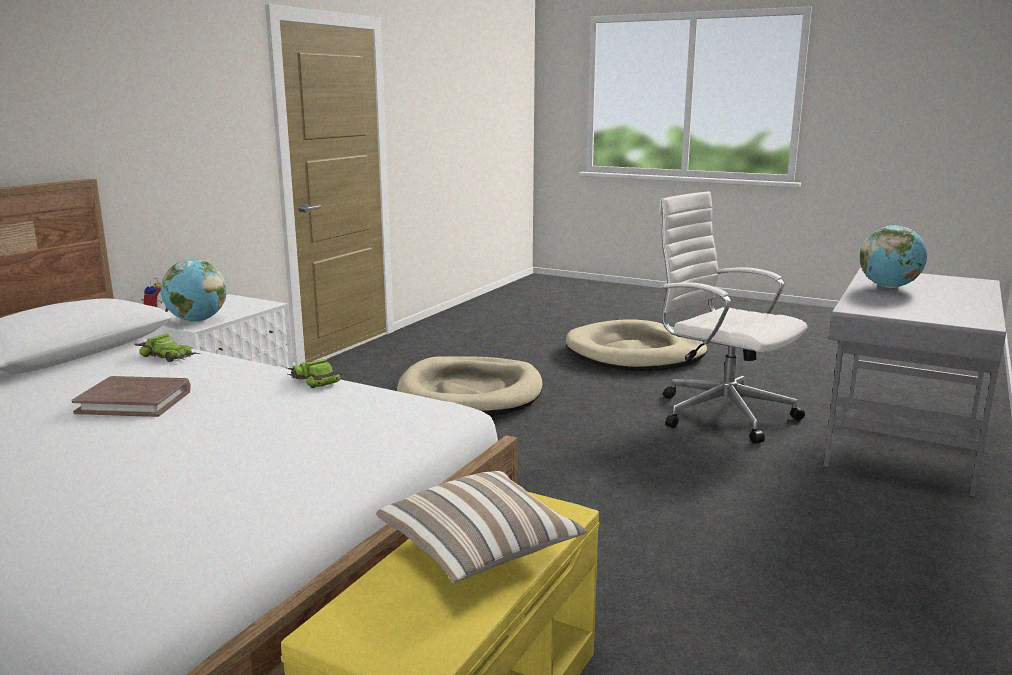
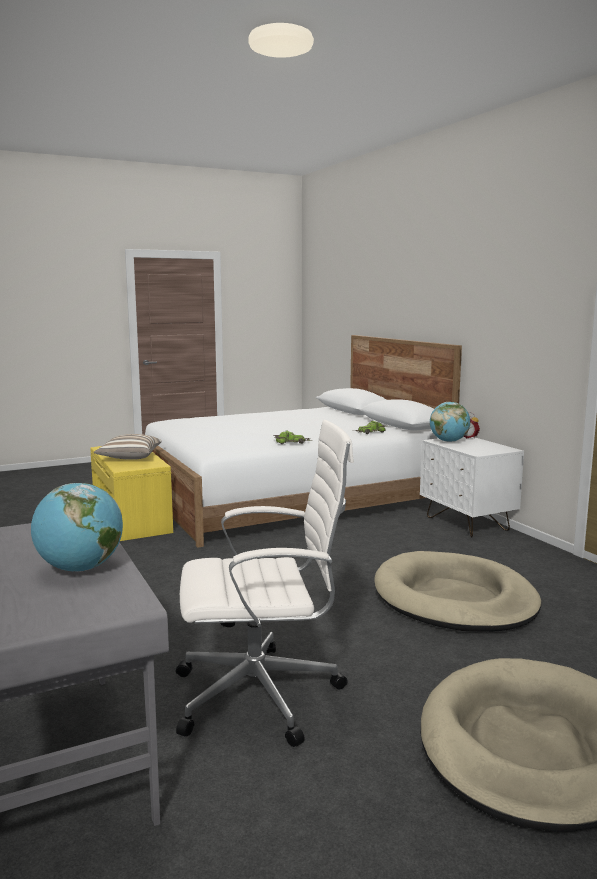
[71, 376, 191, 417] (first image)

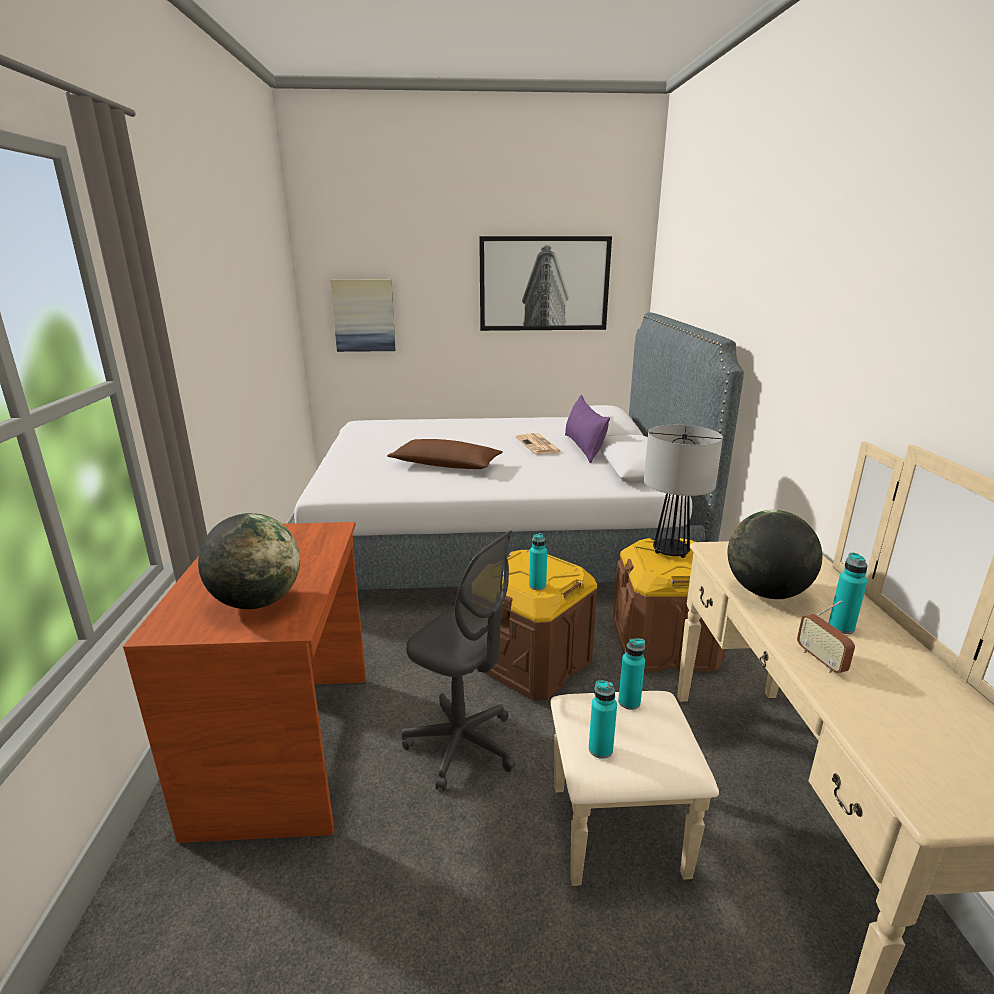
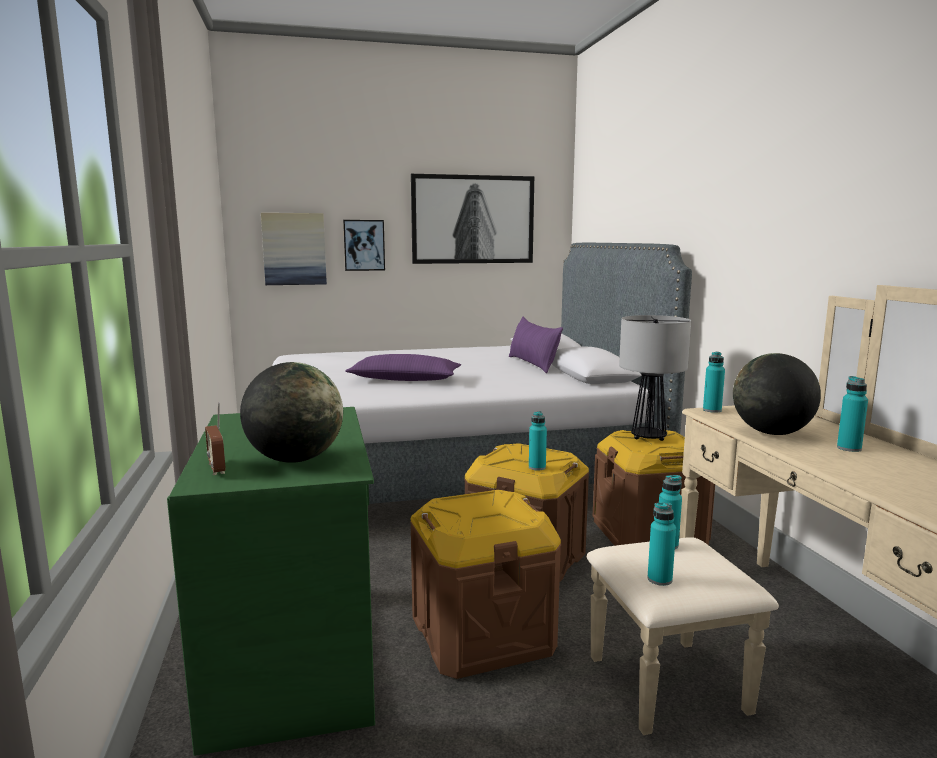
[167, 407, 375, 756]
[205, 402, 226, 475]
[343, 220, 385, 271]
[345, 354, 461, 381]
[410, 490, 561, 679]
[703, 352, 725, 413]
[515, 433, 562, 454] (first image)

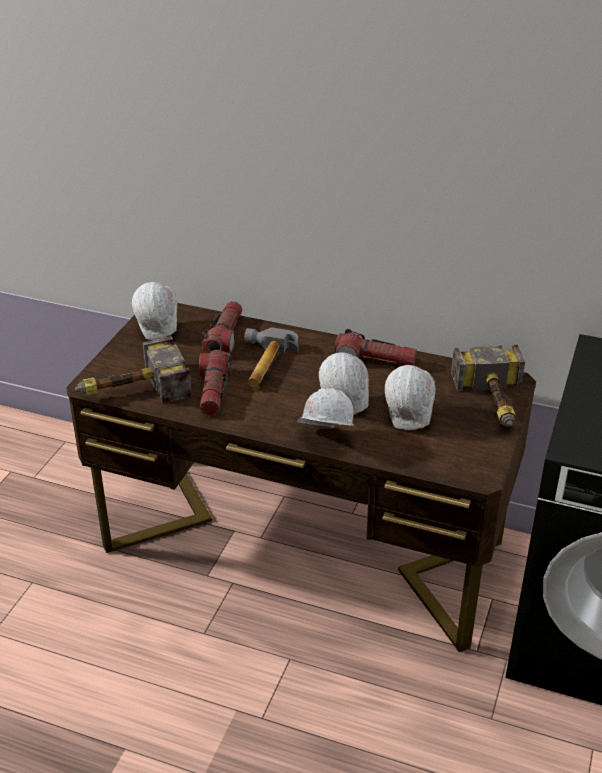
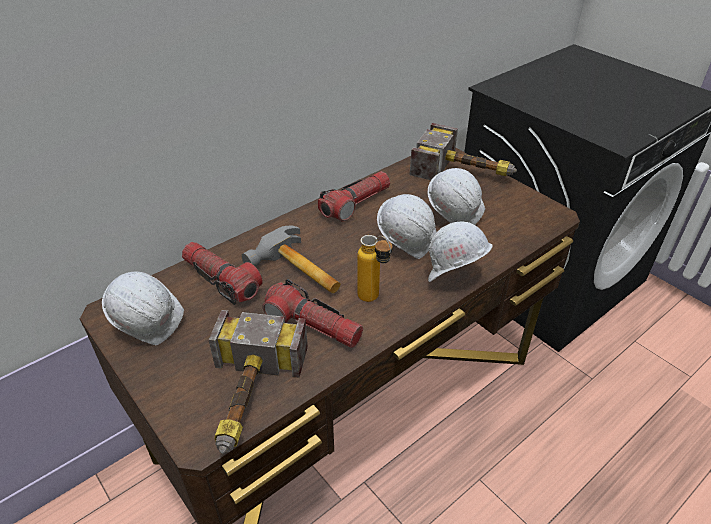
[357, 235, 392, 302]

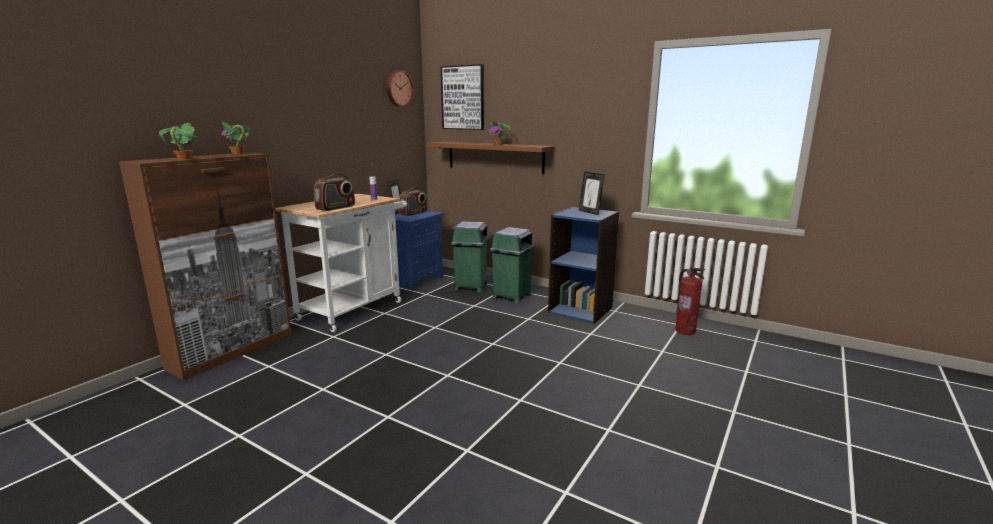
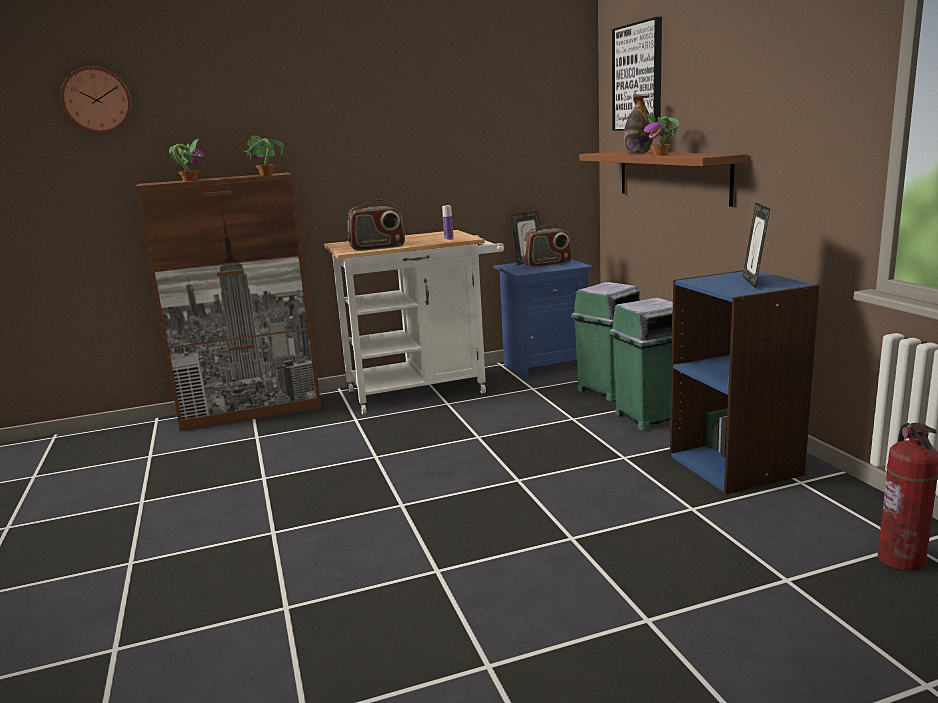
[61, 66, 132, 133]
[624, 94, 653, 154]

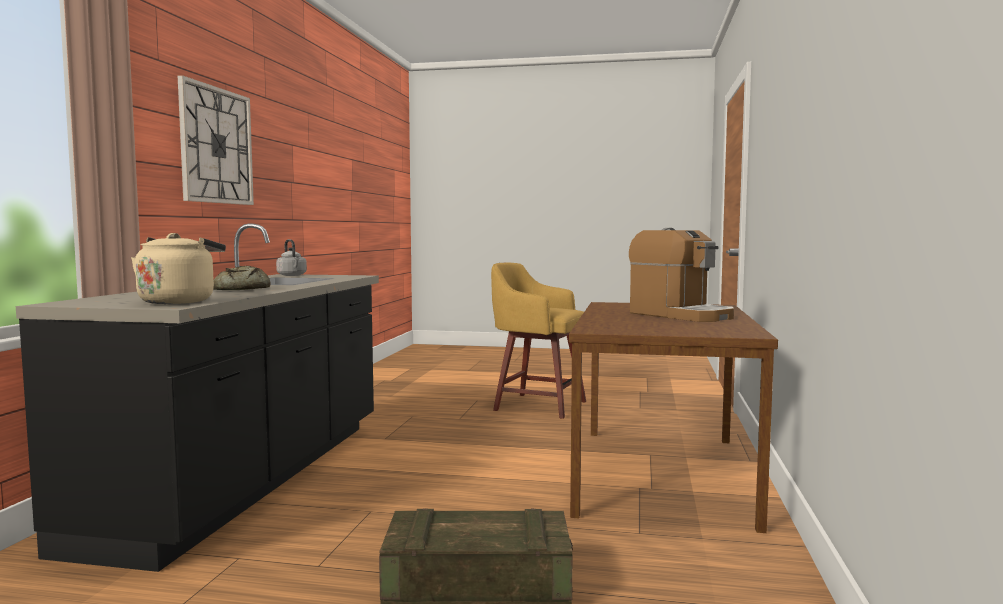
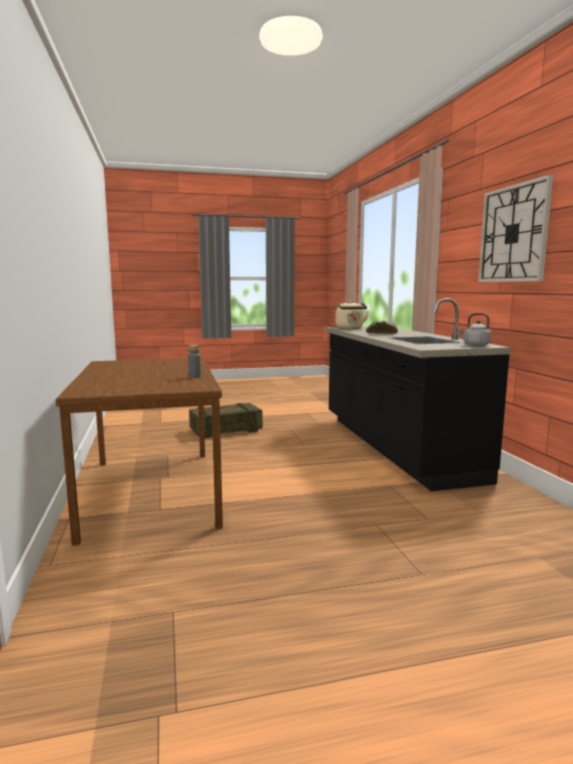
[188, 345, 201, 378]
[491, 263, 586, 419] (first image)
[629, 228, 734, 322] (first image)

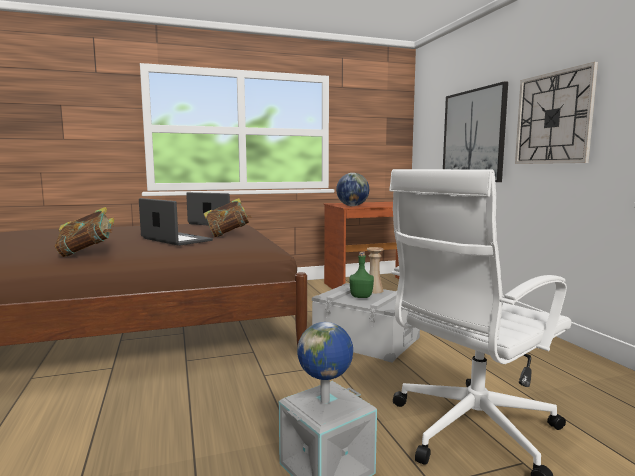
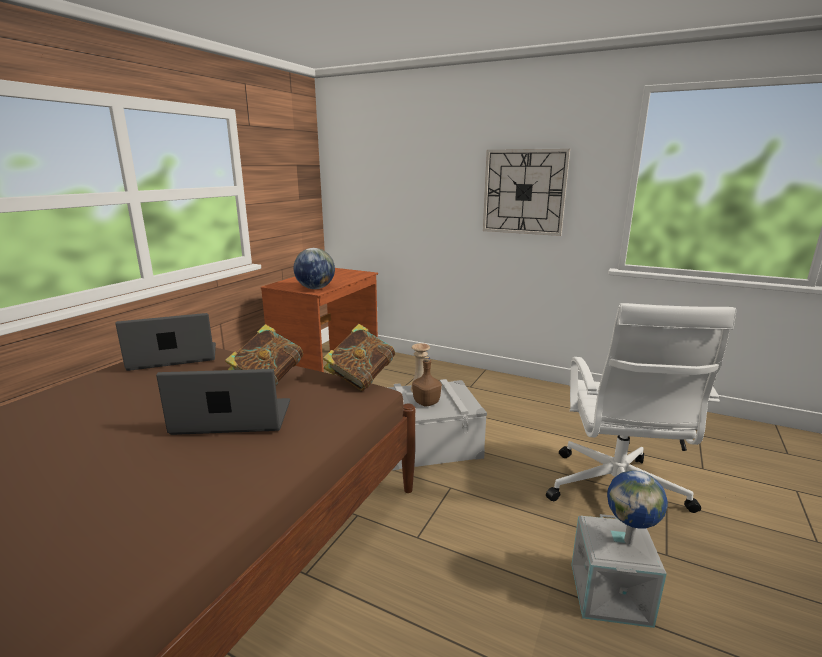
[323, 324, 395, 391]
[412, 356, 442, 407]
[443, 81, 508, 182] (first image)

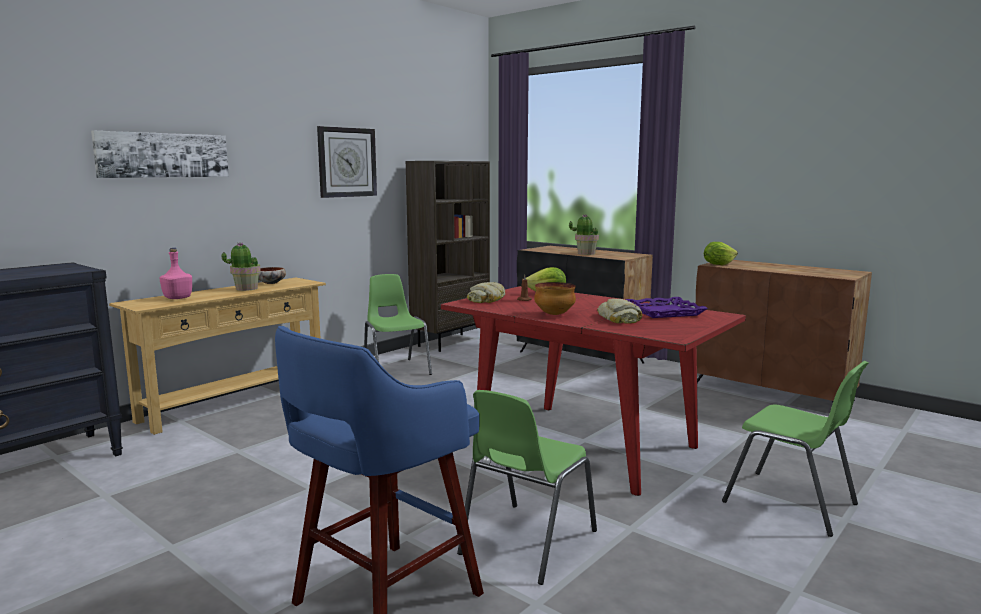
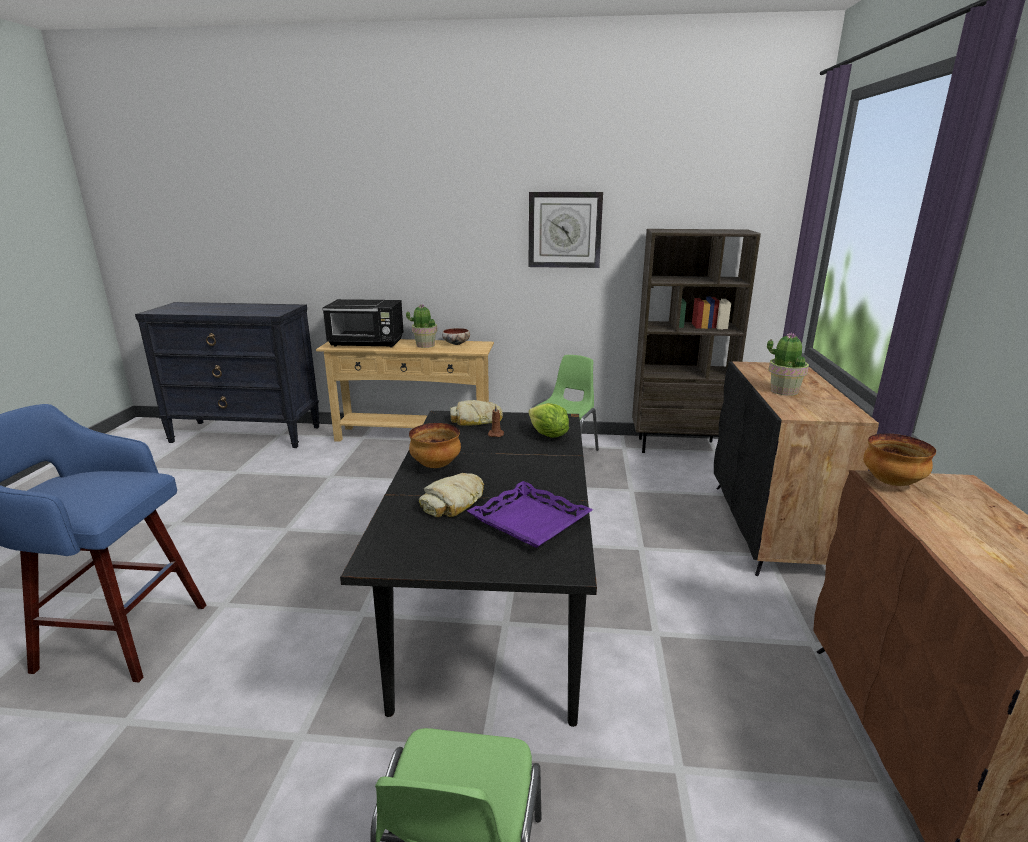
[322, 299, 404, 347]
[340, 411, 597, 727]
[863, 433, 936, 486]
[91, 131, 229, 178] (first image)
[457, 390, 597, 585] (first image)

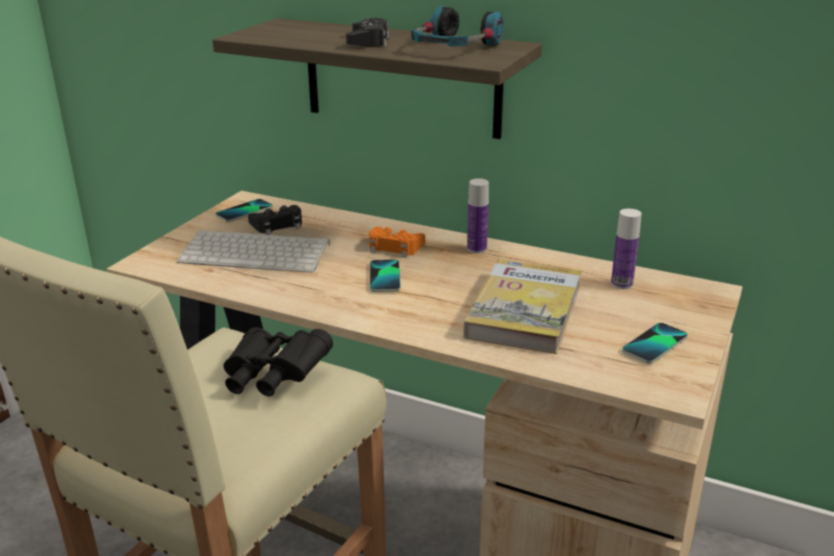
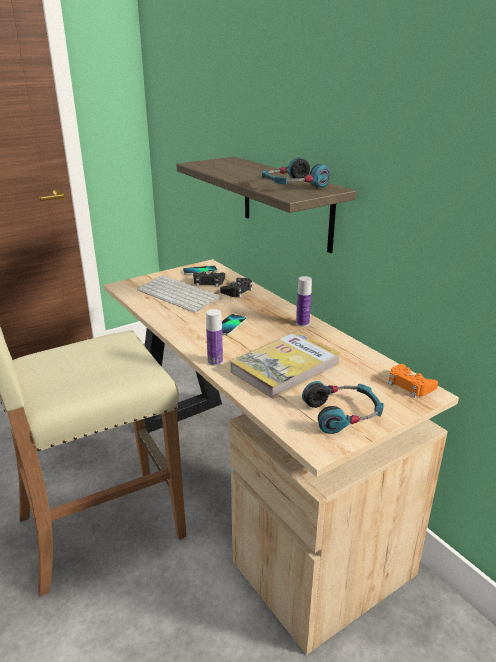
[206, 309, 223, 366]
[220, 278, 252, 298]
[302, 381, 384, 434]
[388, 364, 438, 398]
[223, 327, 333, 396] (first image)

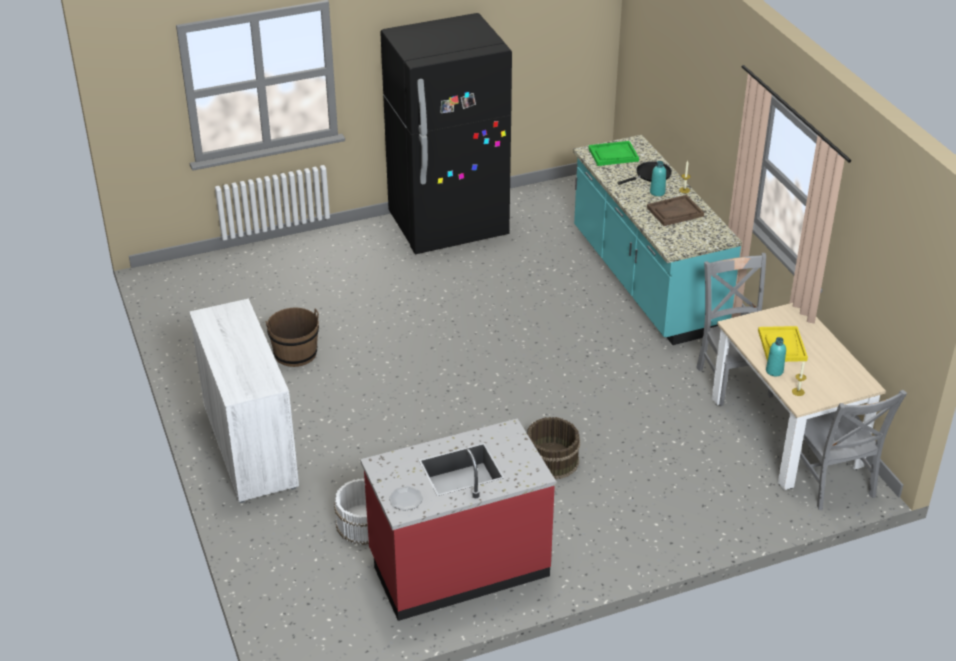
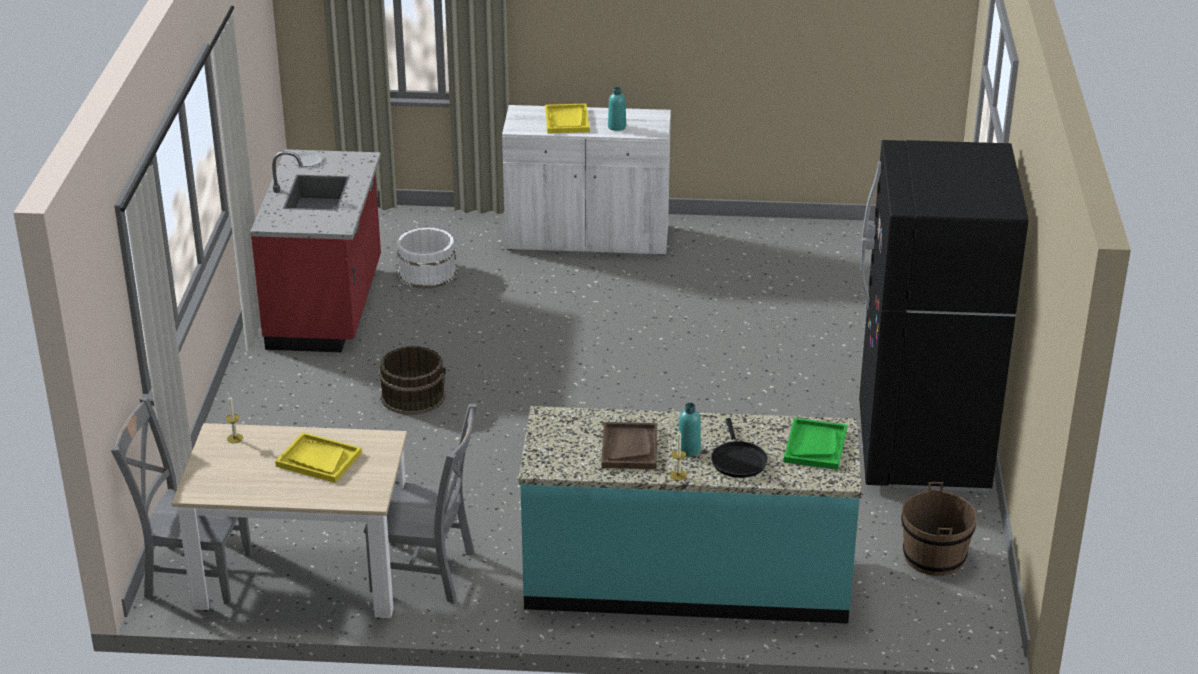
[545, 103, 590, 134]
[608, 87, 626, 131]
[901, 482, 977, 576]

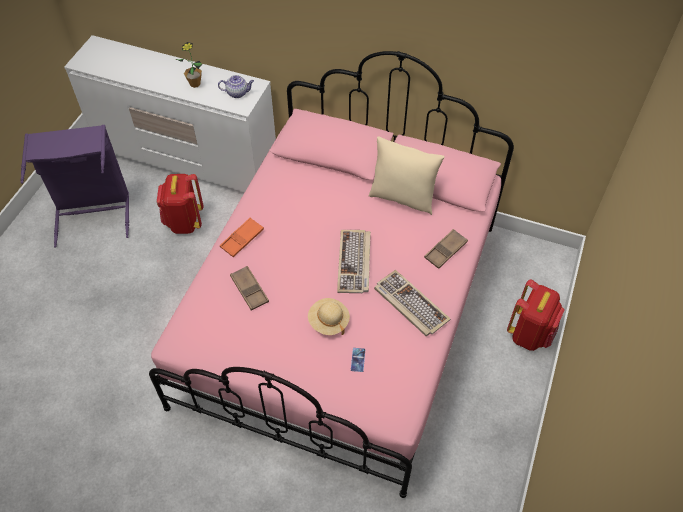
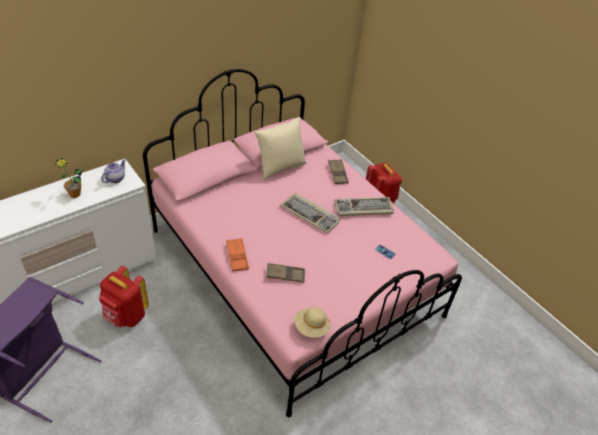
[295, 307, 331, 338]

